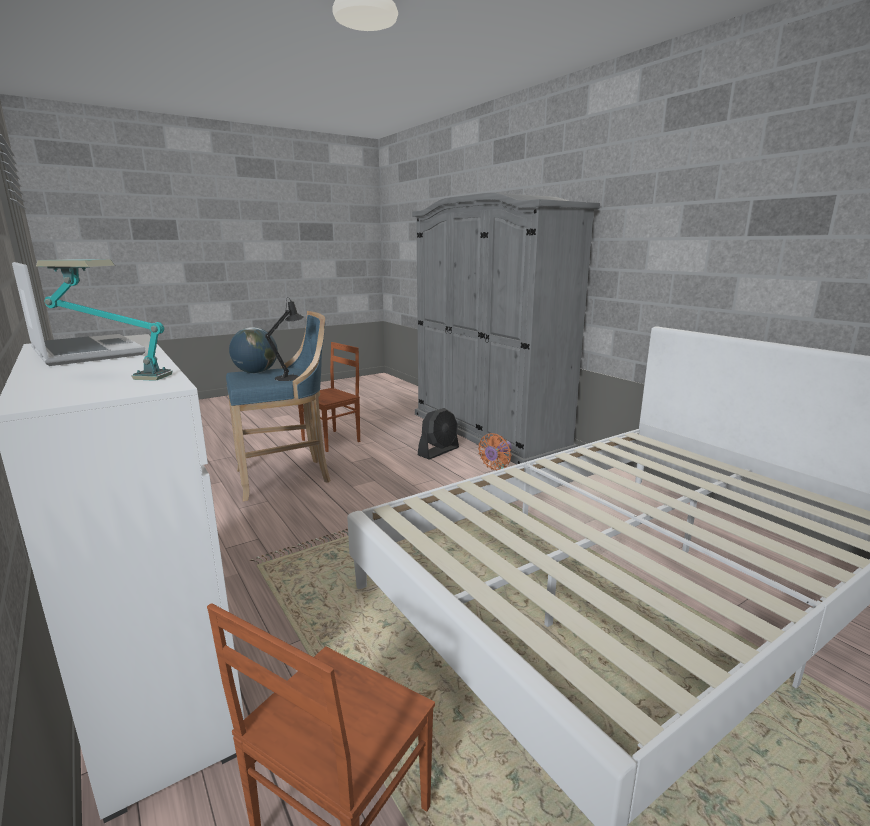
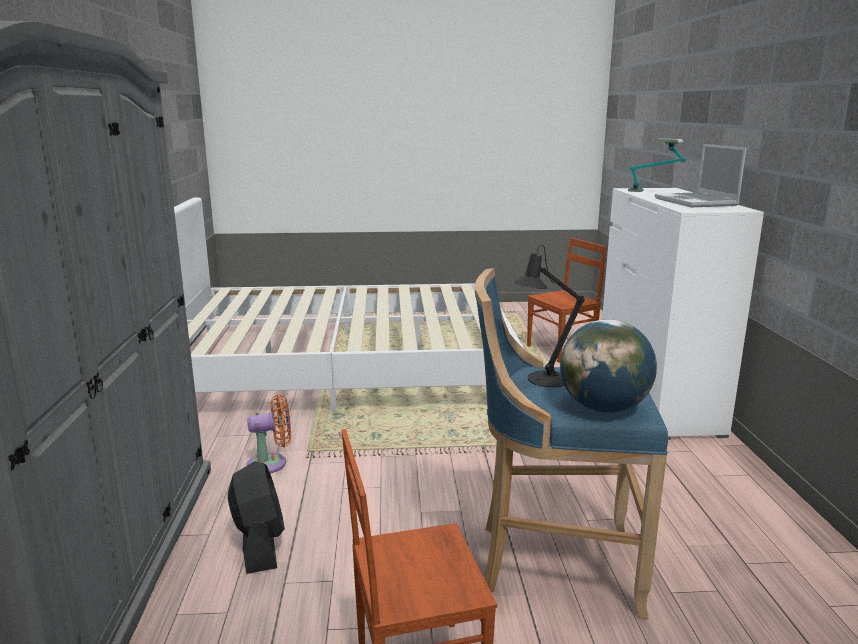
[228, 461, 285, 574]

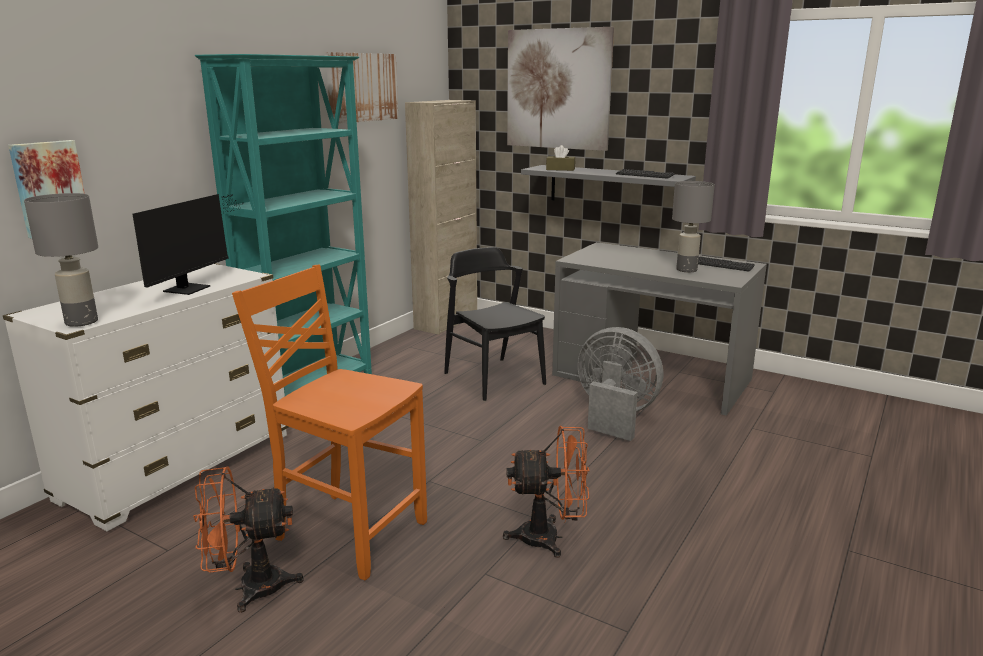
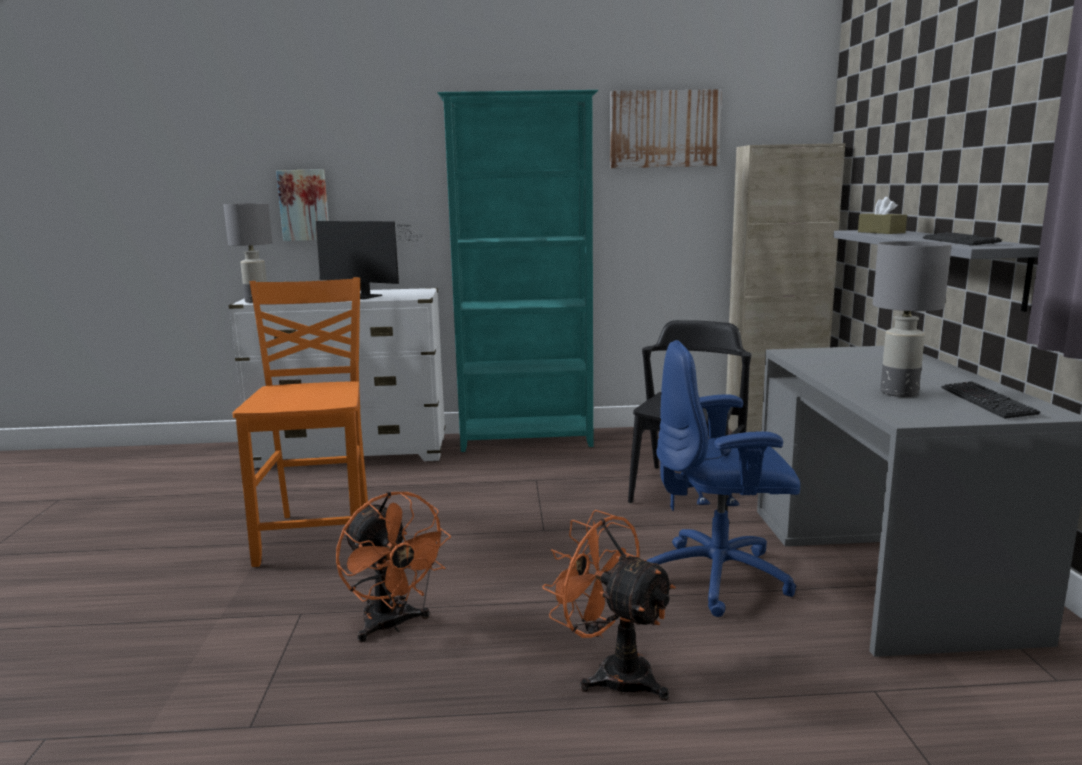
[316, 221, 420, 299]
[542, 510, 676, 701]
[647, 340, 800, 617]
[507, 27, 614, 151] (first image)

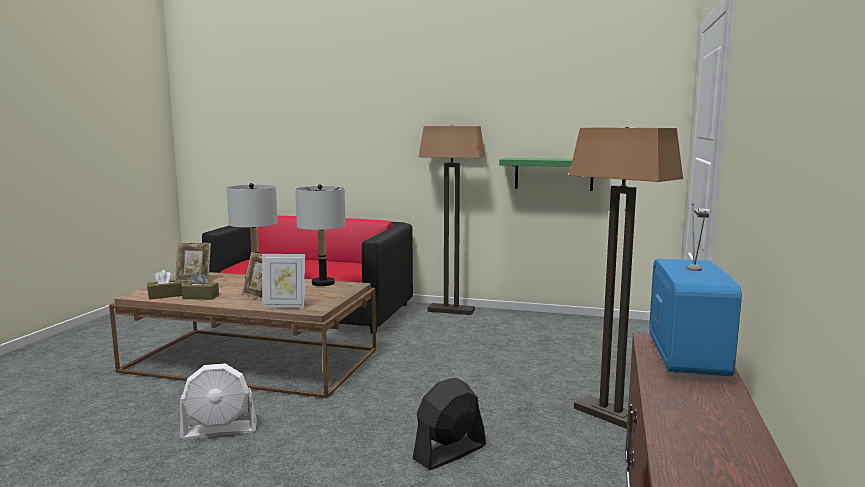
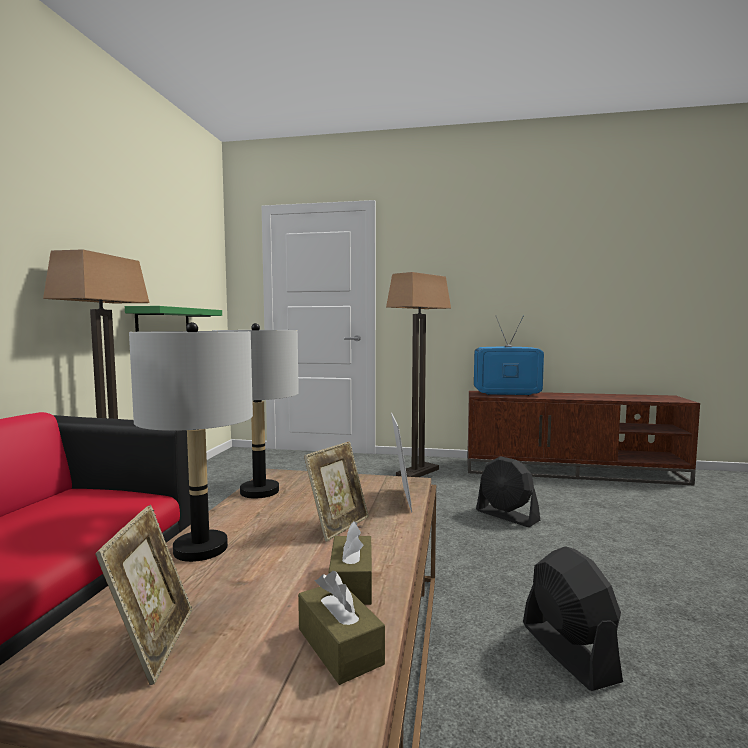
[523, 546, 623, 691]

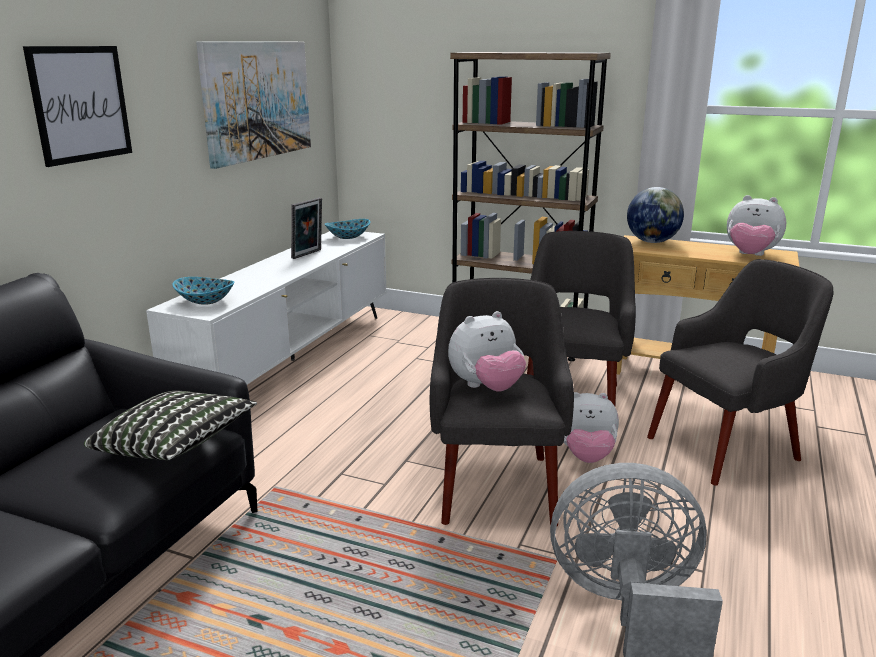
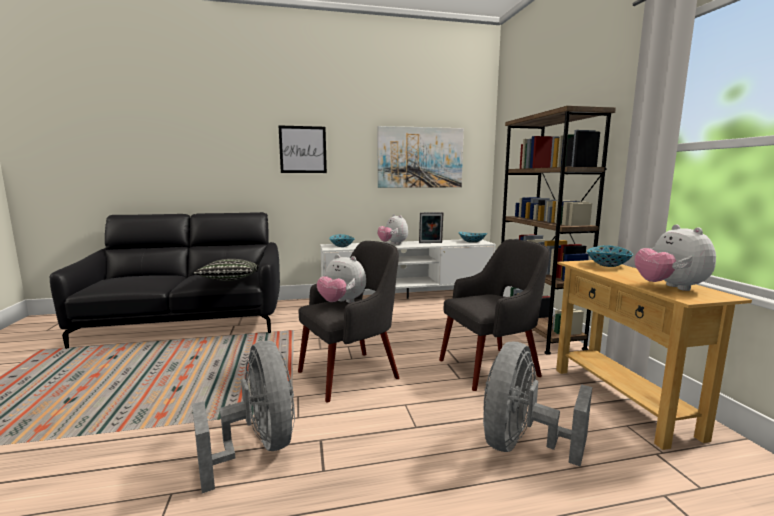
[378, 214, 408, 245]
[483, 342, 592, 467]
[587, 245, 633, 267]

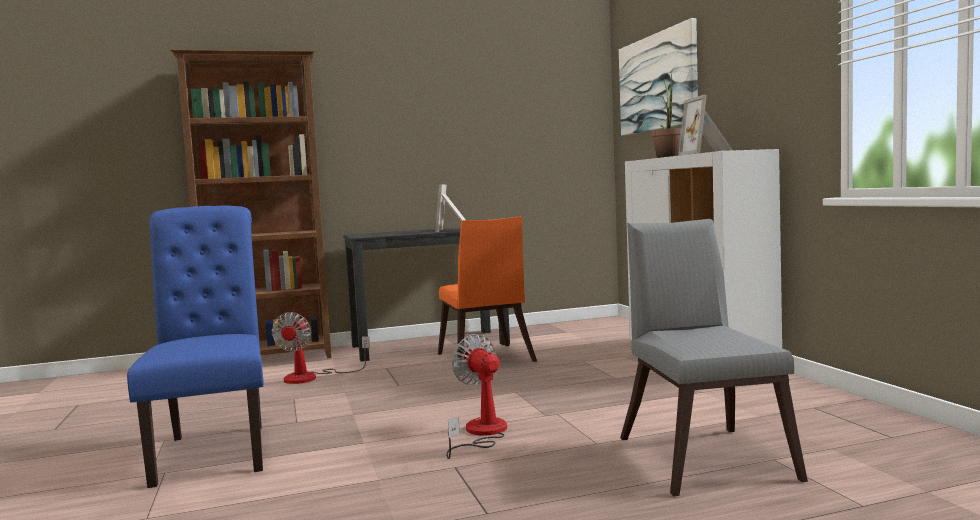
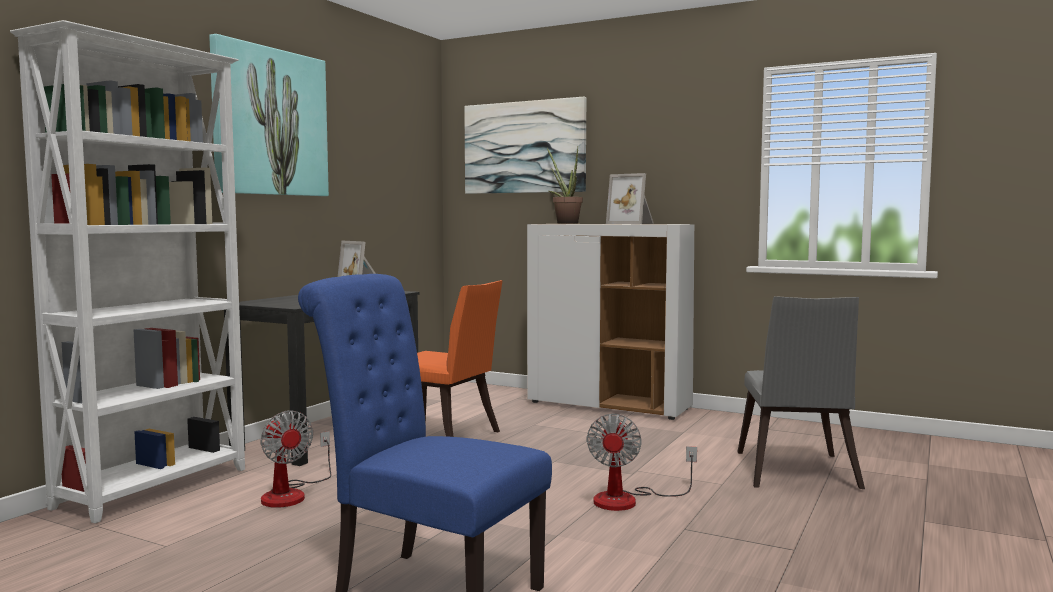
[10, 20, 245, 523]
[209, 34, 329, 196]
[586, 413, 697, 511]
[737, 296, 865, 489]

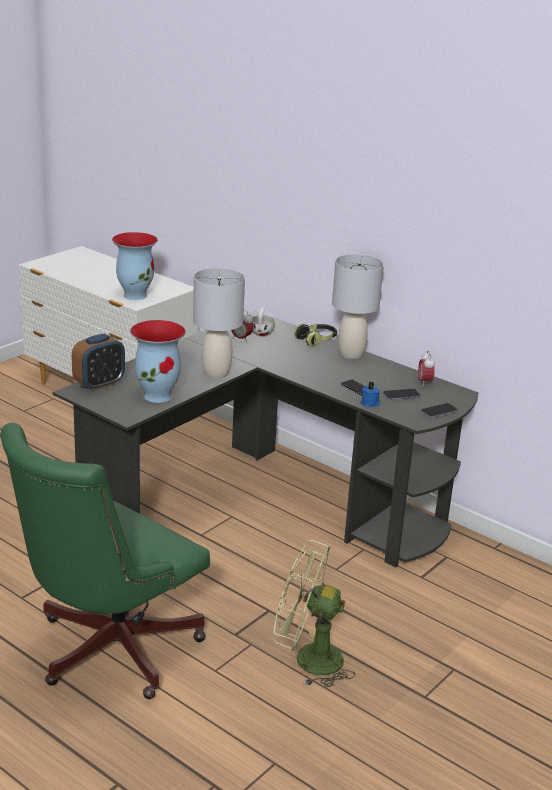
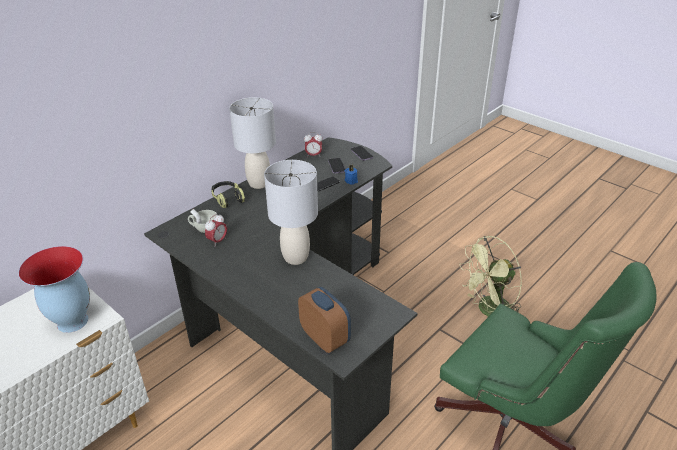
[459, 236, 522, 317]
[130, 320, 186, 403] (first image)

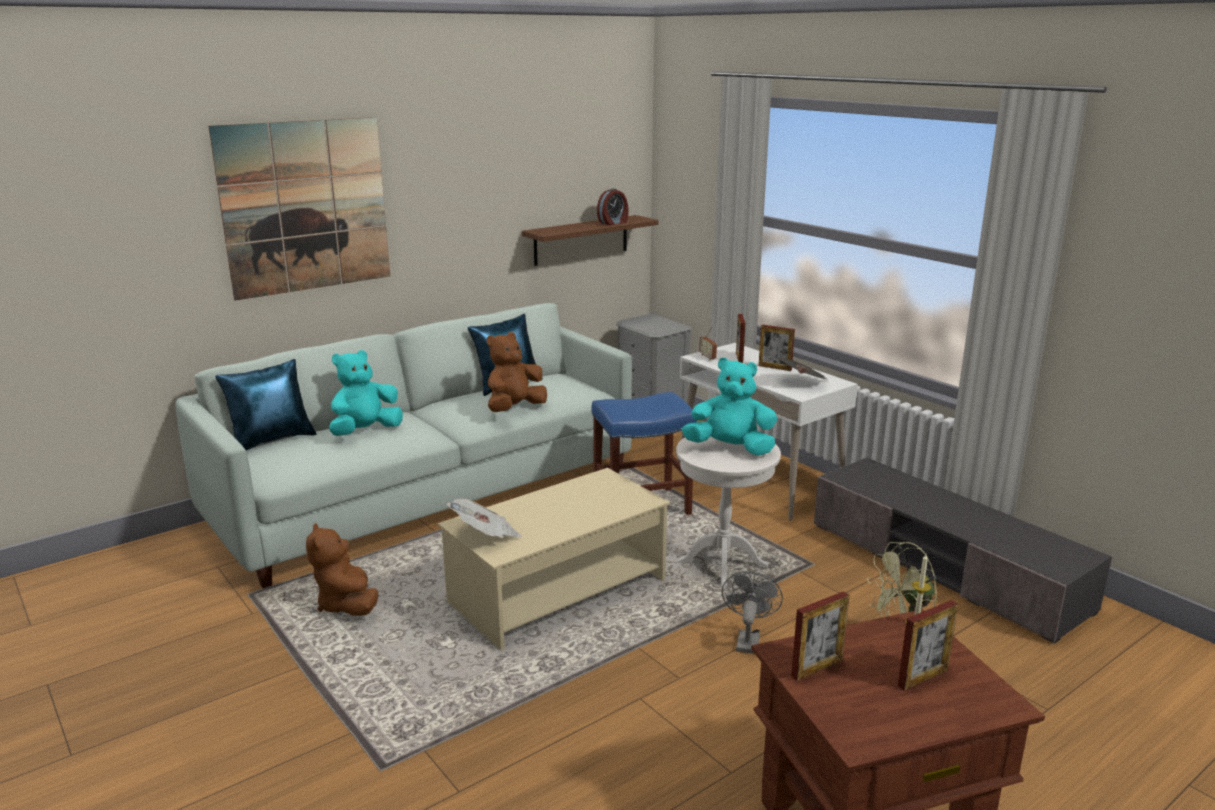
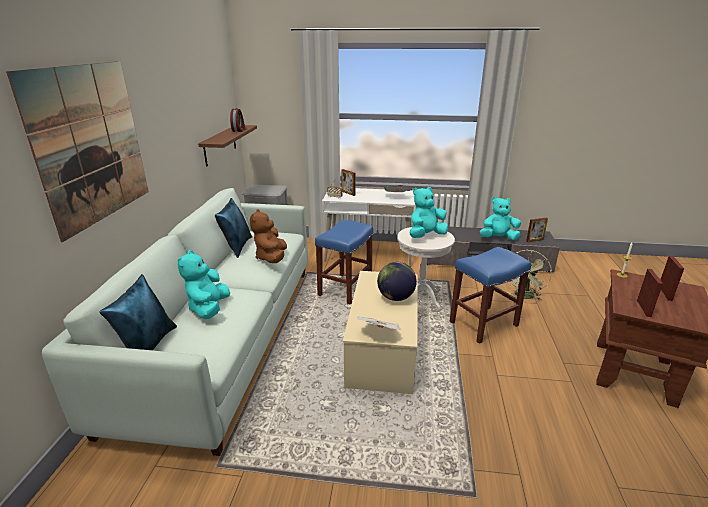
[377, 262, 417, 301]
[449, 247, 531, 344]
[480, 197, 521, 240]
[526, 218, 548, 242]
[306, 523, 379, 616] (first image)

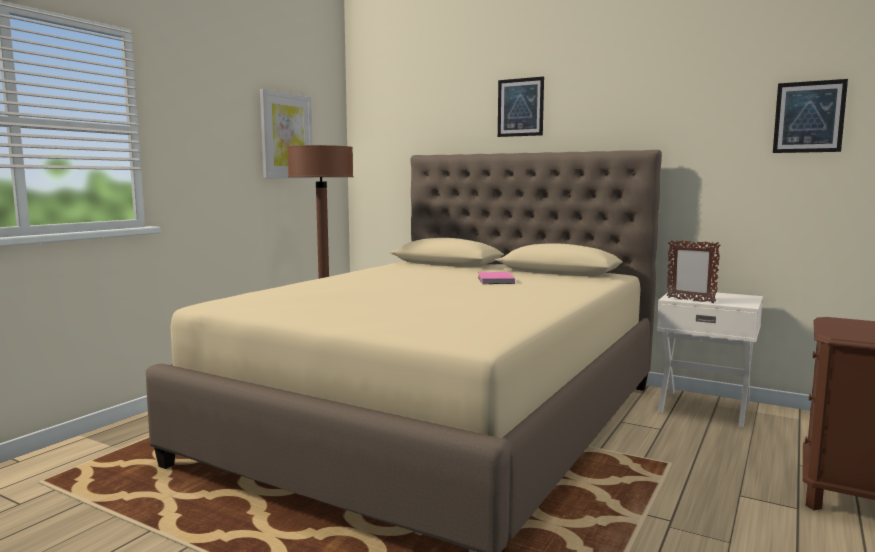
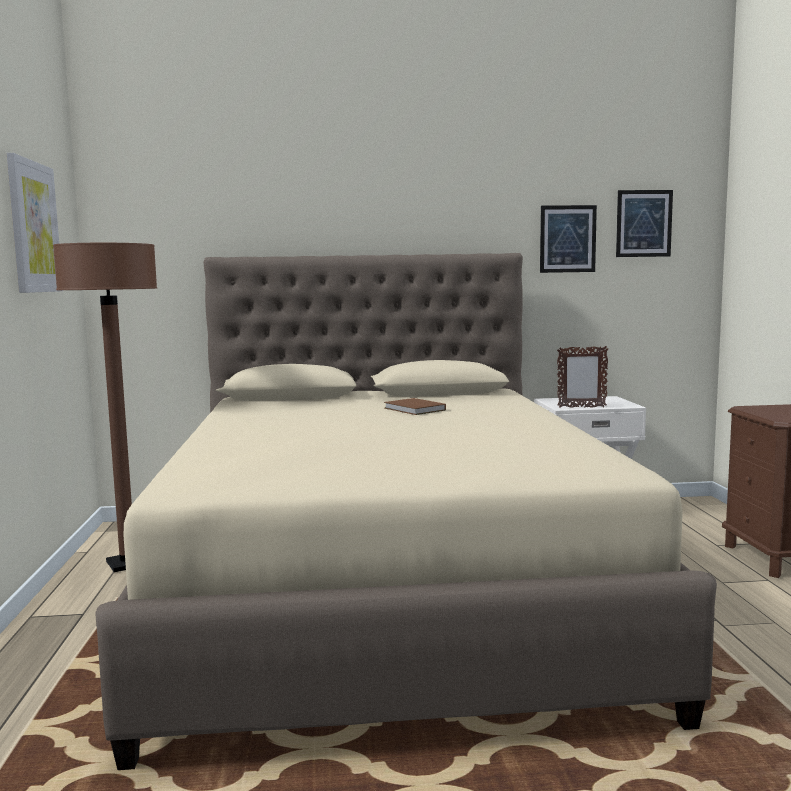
[384, 398, 446, 415]
[540, 205, 597, 273]

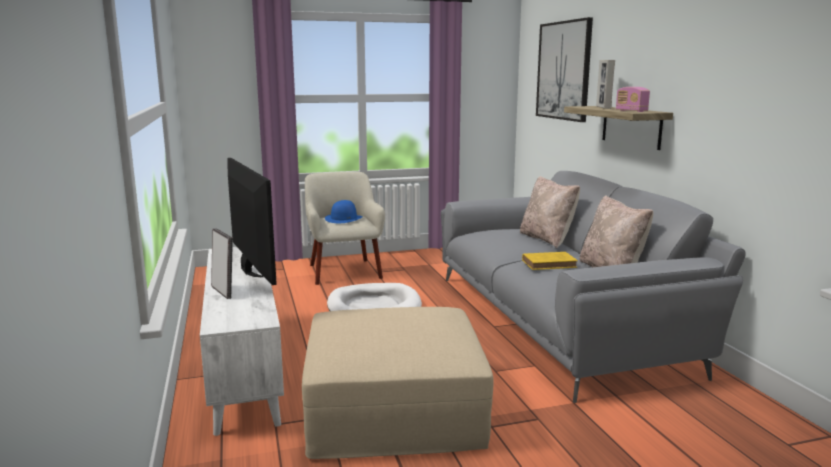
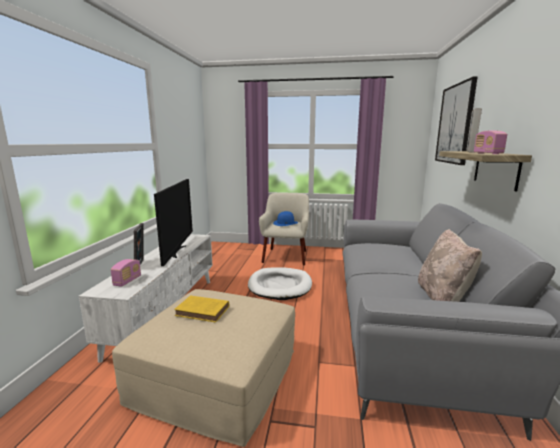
[111, 259, 141, 287]
[174, 295, 229, 323]
[520, 176, 580, 248] (first image)

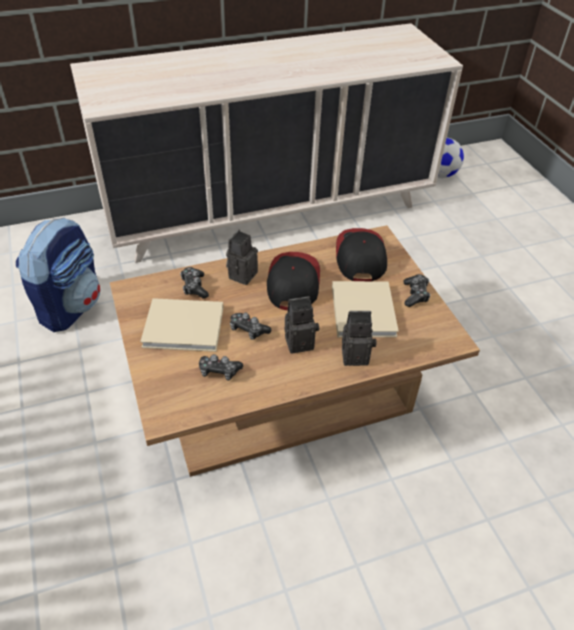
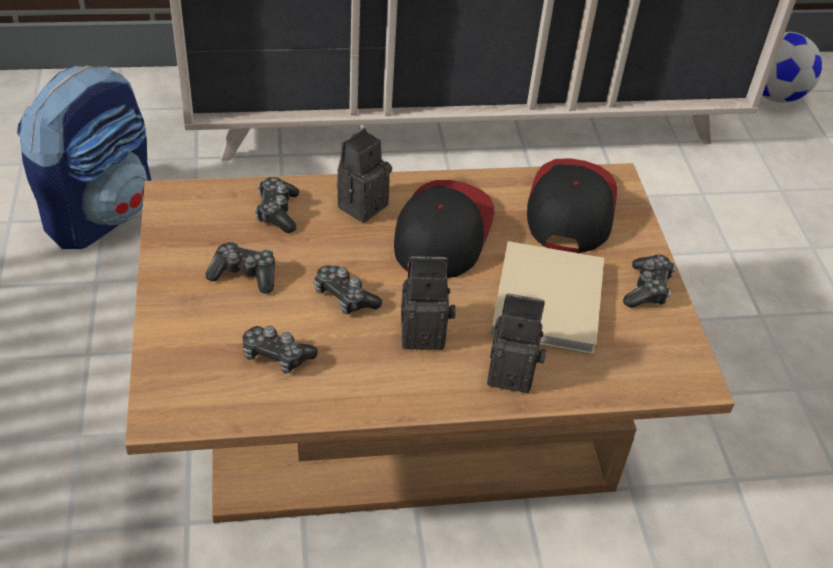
[206, 242, 275, 294]

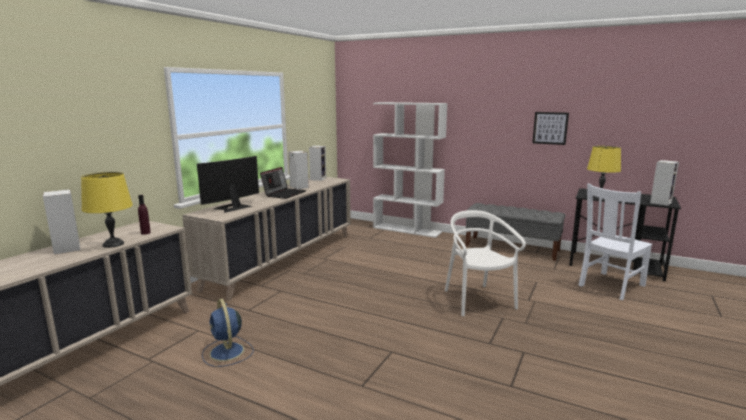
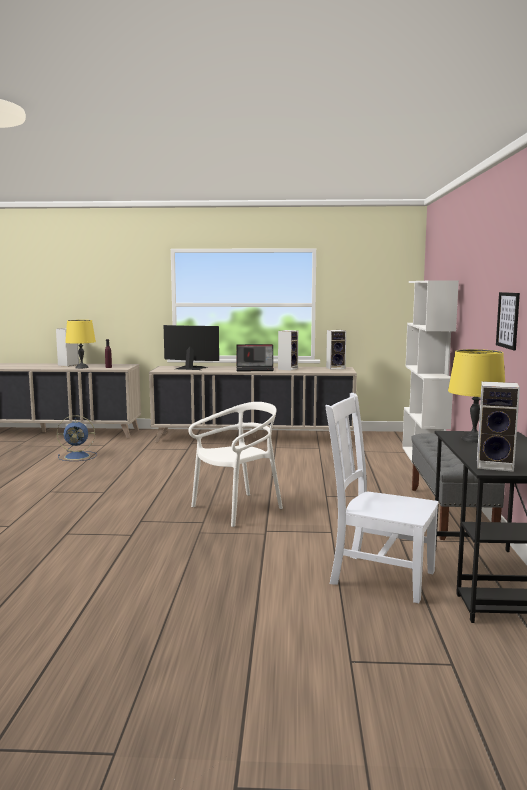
[57, 415, 97, 461]

